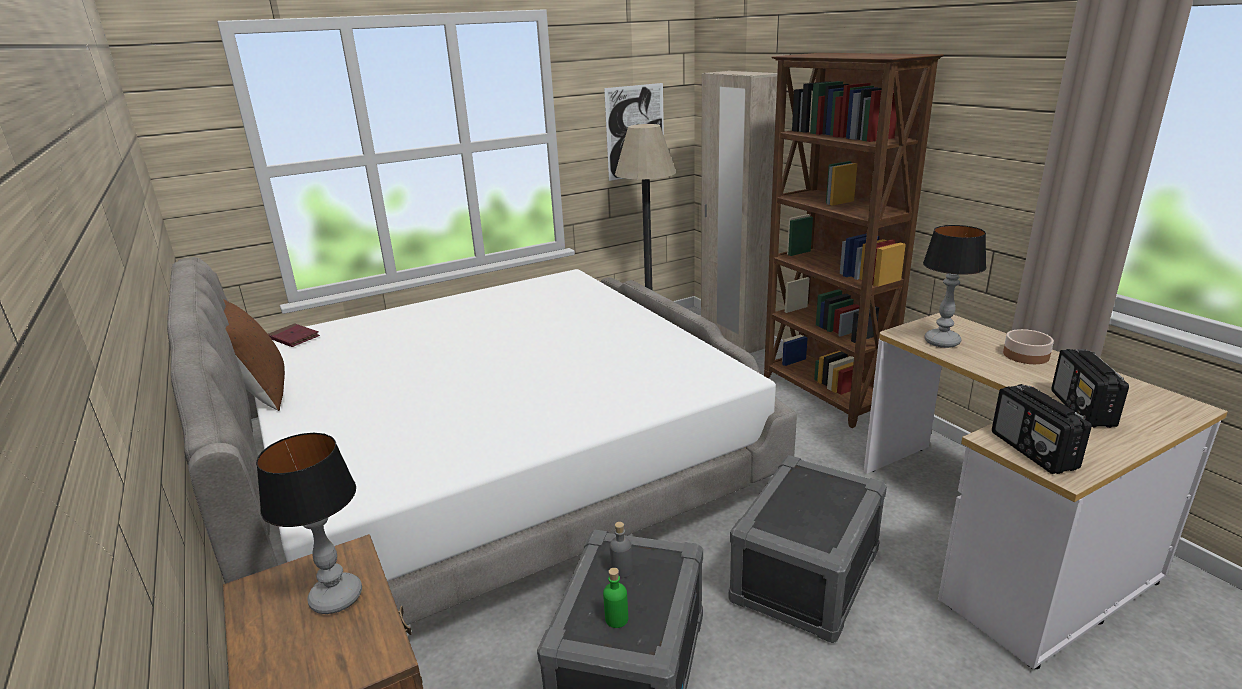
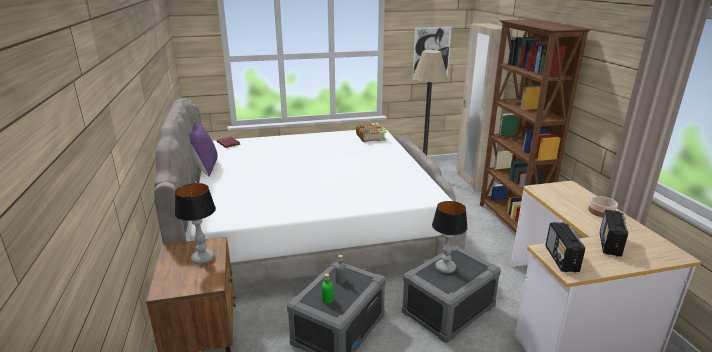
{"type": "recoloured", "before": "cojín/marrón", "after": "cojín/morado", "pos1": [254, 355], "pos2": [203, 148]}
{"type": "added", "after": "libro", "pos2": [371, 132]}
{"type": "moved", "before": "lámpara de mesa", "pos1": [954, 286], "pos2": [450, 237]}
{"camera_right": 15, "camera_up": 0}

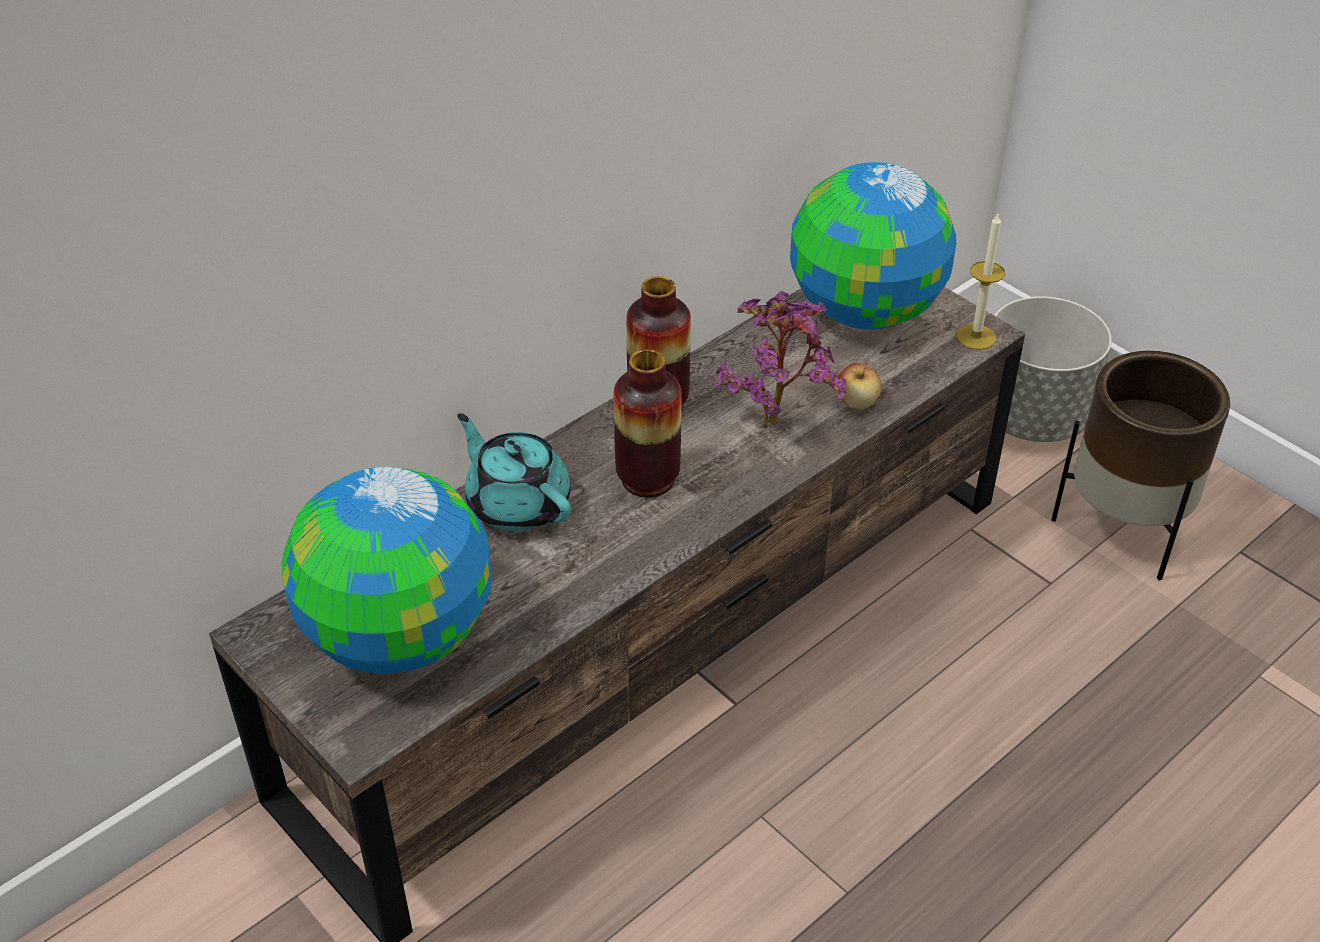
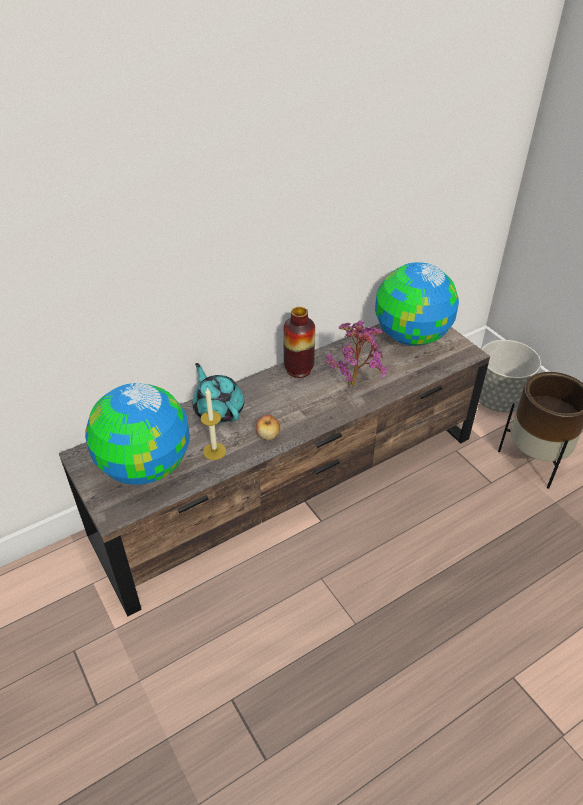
{"type": "moved", "before": "vela", "pos1": [981, 282], "pos2": [213, 423]}
{"type": "moved", "before": "manzana", "pos1": [860, 386], "pos2": [268, 427]}
{"type": "removed", "before": "florero", "pos1": [647, 423]}
{"camera_right": 10, "camera_up": 0}

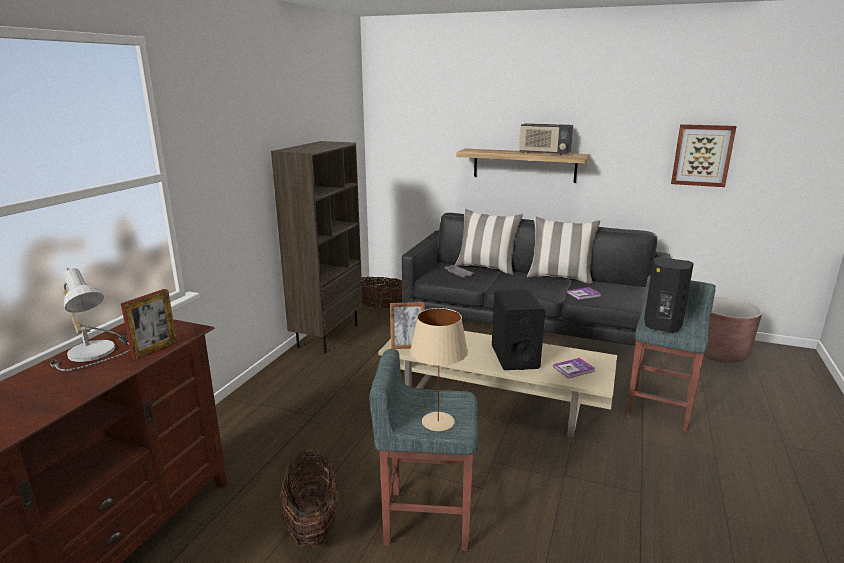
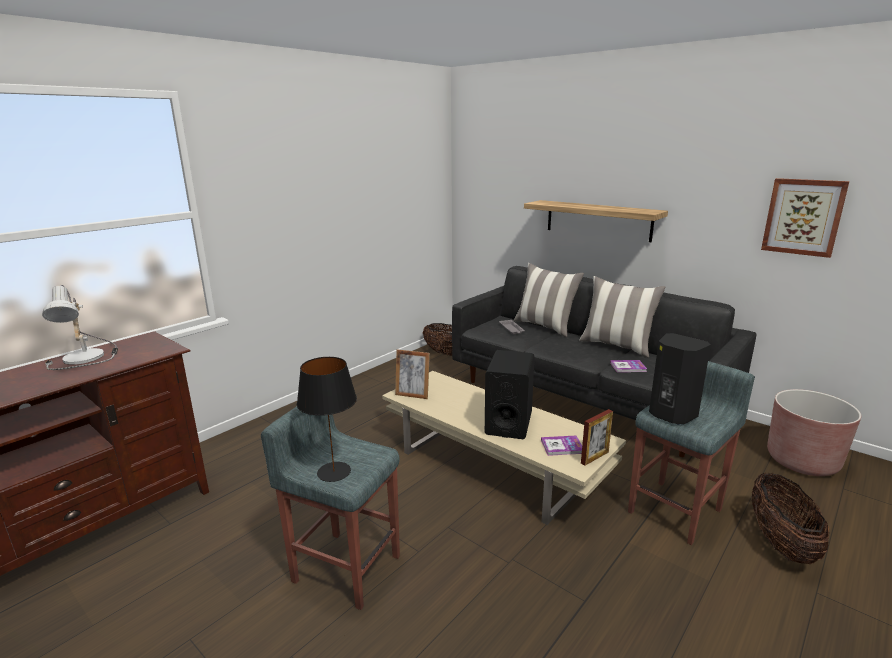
{"type": "recoloured", "before": "lámpara de mesa/beis", "after": "lámpara de mesa/negro", "pos1": [439, 369], "pos2": [327, 419]}
{"type": "moved", "before": "portarretratos", "pos1": [149, 324], "pos2": [597, 437]}
{"type": "moved", "before": "cesta", "pos1": [309, 498], "pos2": [790, 518]}
{"type": "removed", "before": "estantería/marrón", "pos1": [317, 247]}
{"type": "removed", "before": "radio", "pos1": [546, 139]}
{"camera_right": 20, "camera_up": 0}

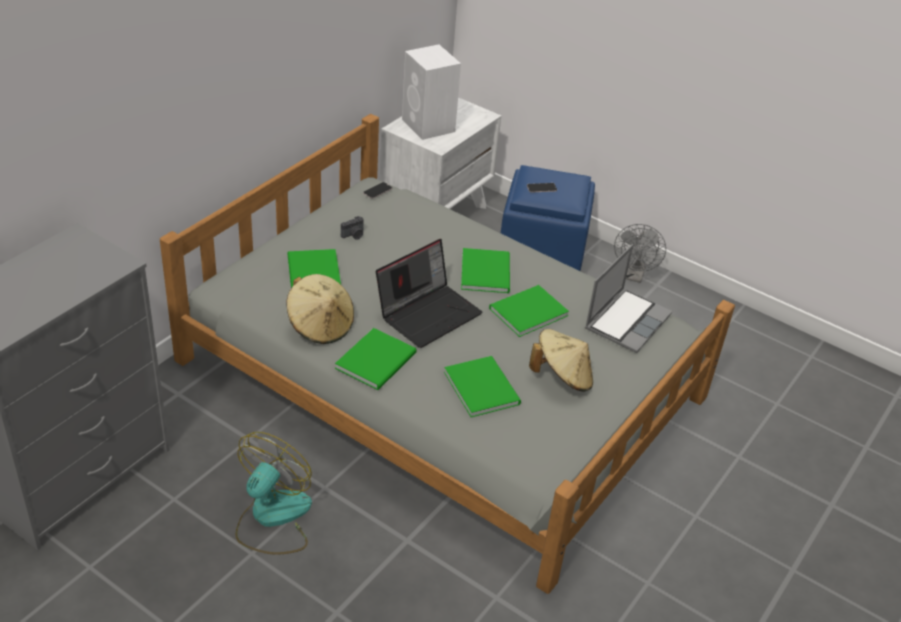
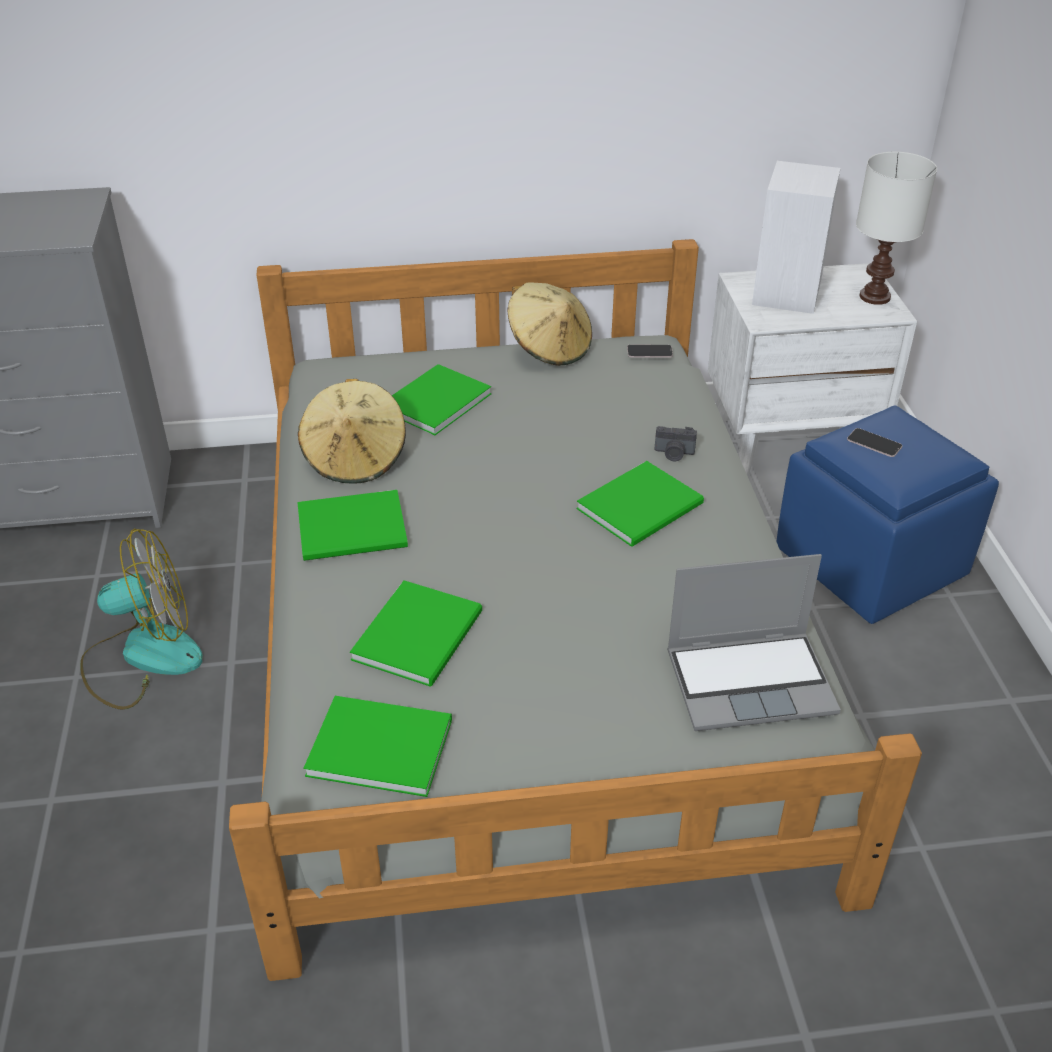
{"type": "moved", "before": "libro/verde", "pos1": [529, 311], "pos2": [378, 746]}
{"type": "moved", "before": "sombrero/beis", "pos1": [561, 360], "pos2": [550, 324]}
{"type": "moved", "before": "cámara", "pos1": [352, 228], "pos2": [676, 443]}
{"type": "added", "after": "lámpara de mesa/blanco", "pos2": [896, 228]}
{"type": "removed", "before": "portátil", "pos1": [429, 293]}
{"type": "removed", "before": "ventilador/gris", "pos1": [640, 253]}
{"camera_right": 50, "camera_up": 0}

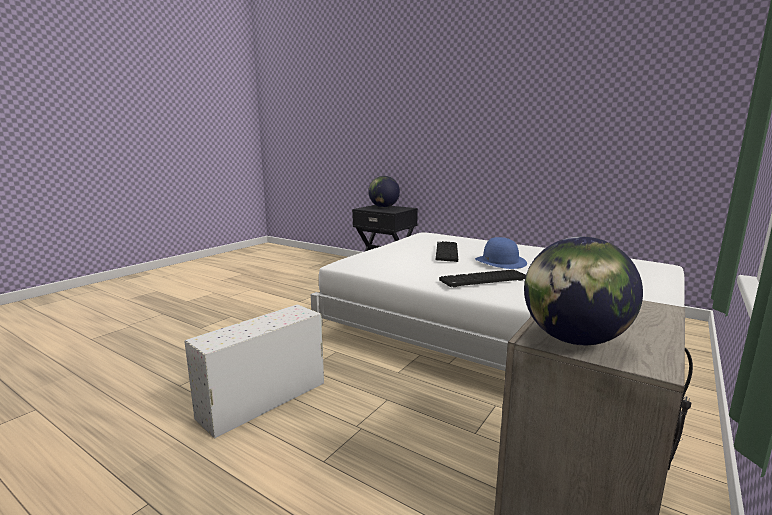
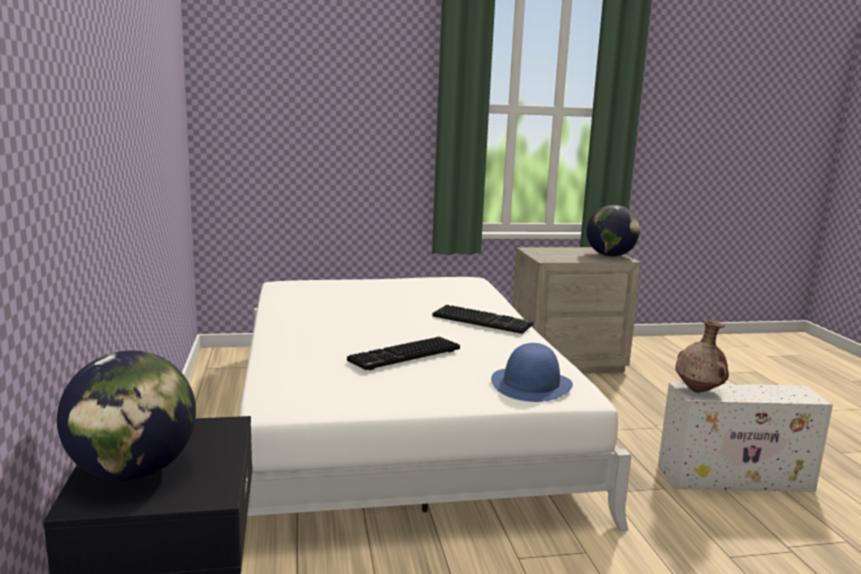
{"type": "moved", "before": "sombrero/azul", "pos1": [501, 253], "pos2": [532, 372]}
{"type": "added", "after": "florero/marrón", "pos2": [702, 356]}
{"camera_right": -135, "camera_up": 0}

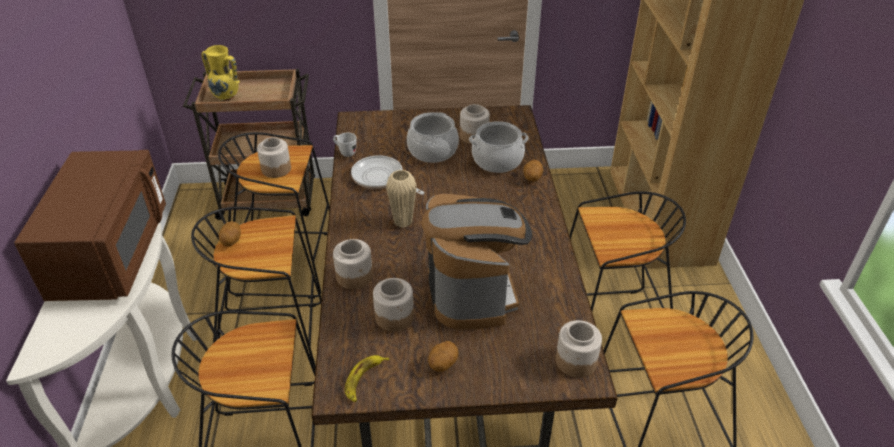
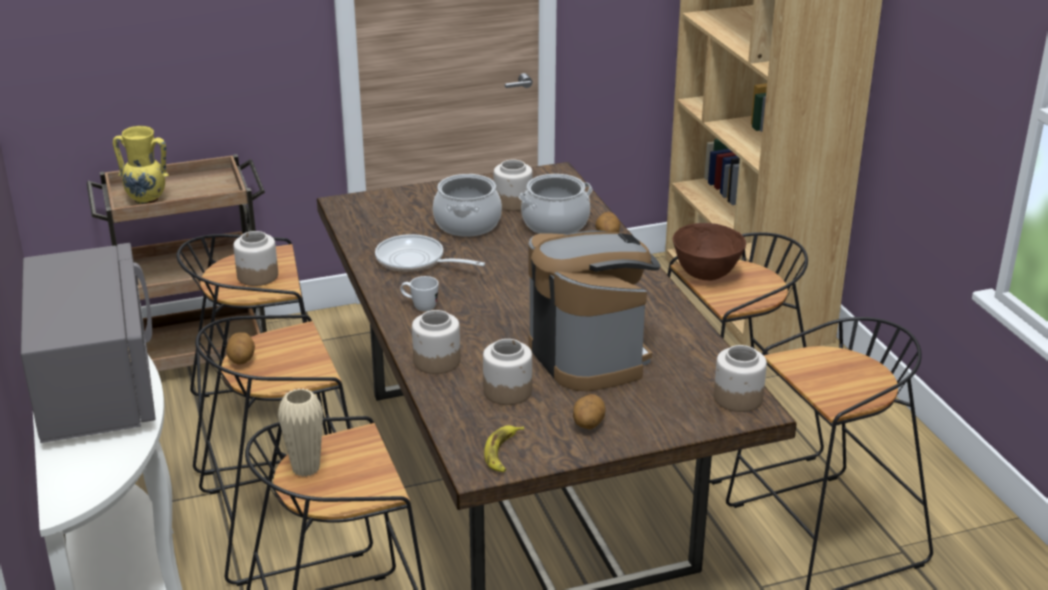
{"type": "recoloured", "before": "microondas/marrón", "after": "microondas/gris", "pos1": [90, 225], "pos2": [88, 343]}
{"type": "moved", "before": "florero/beis", "pos1": [401, 199], "pos2": [300, 432]}
{"type": "moved", "before": "taza grande/blanco", "pos1": [345, 145], "pos2": [419, 293]}
{"type": "added", "after": "cuenco/marrón", "pos2": [709, 252]}
{"camera_right": -15, "camera_up": -10}

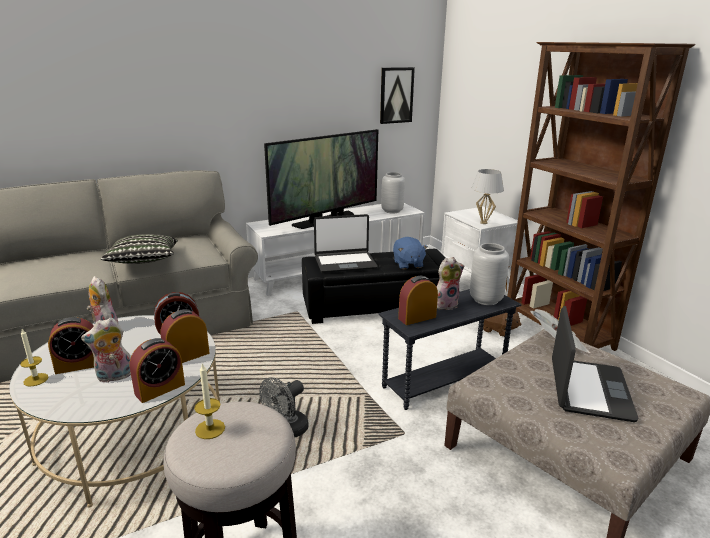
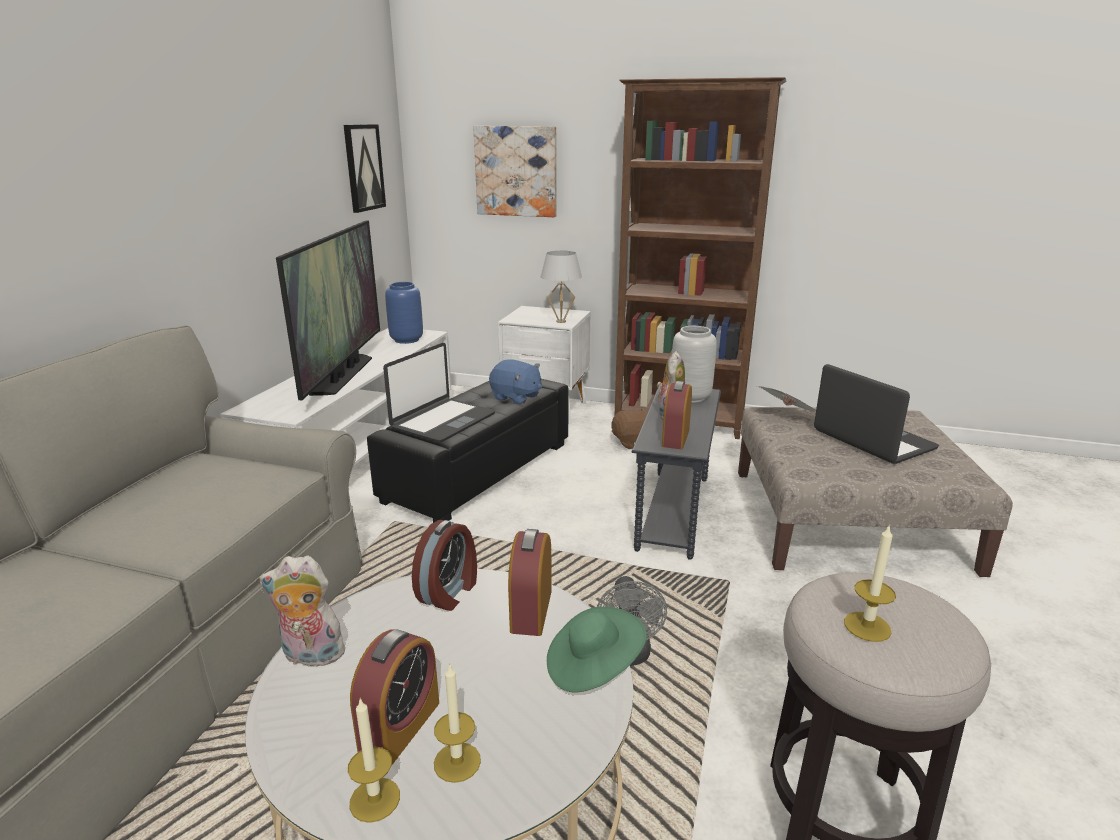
{"type": "recoloured", "before": "florero/gris", "after": "florero/azul", "pos1": [393, 193], "pos2": [404, 313]}
{"type": "added", "after": "vela", "pos2": [457, 723]}
{"type": "added", "after": "cuadro", "pos2": [515, 171]}
{"type": "replaced", "before": "despertador", "after": "sombrero/verde", "pos1": [157, 370], "pos2": [597, 650]}
{"type": "removed", "before": "peluche", "pos1": [106, 350]}
{"type": "removed", "before": "cojín", "pos1": [139, 249]}
{"camera_right": -45, "camera_up": 0}

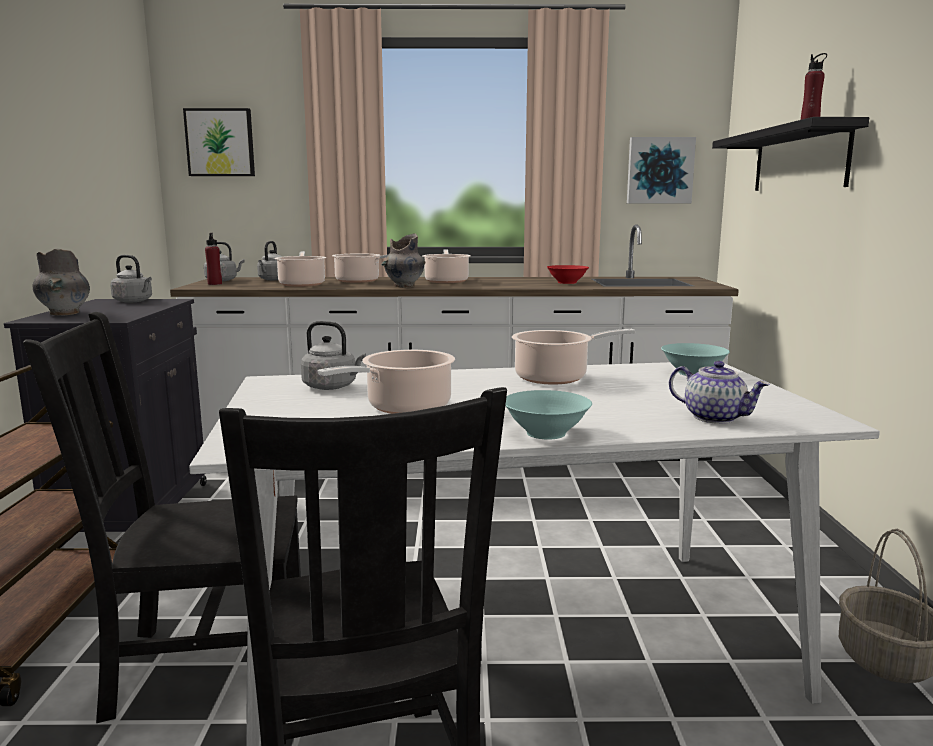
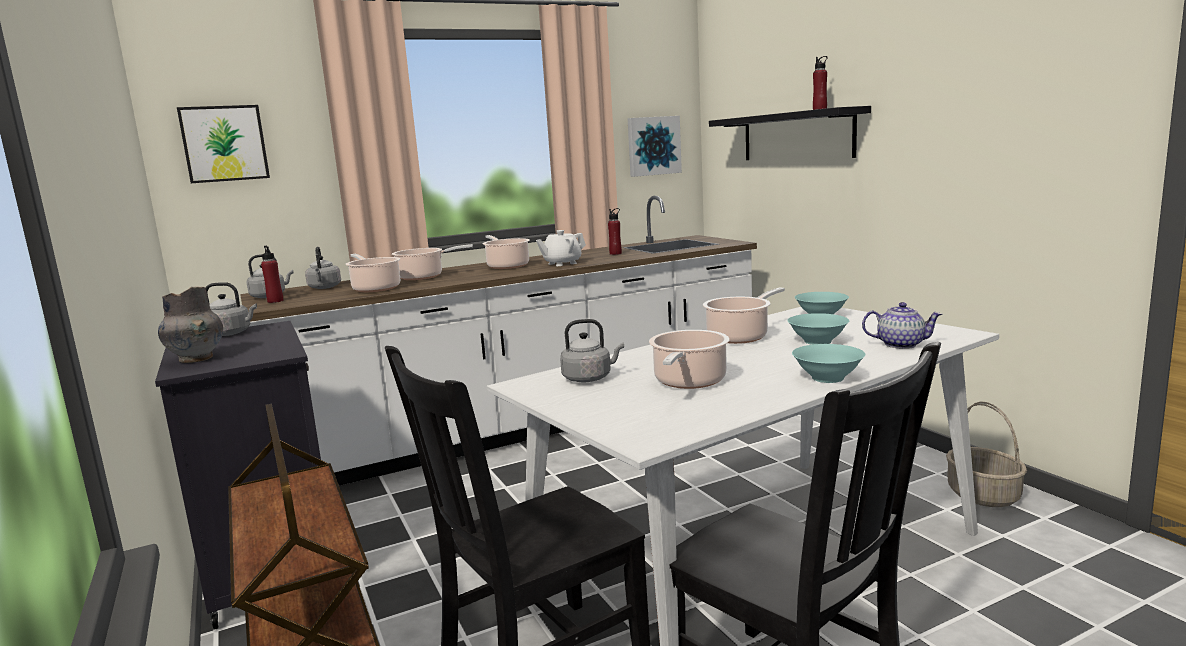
{"type": "added", "after": "tetera/blanco", "pos2": [561, 248]}
{"type": "replaced", "before": "cuenco/rojo", "after": "botella/rojo", "pos1": [568, 274], "pos2": [615, 231]}
{"type": "added", "after": "cuenco/turquesa", "pos2": [818, 329]}
{"type": "removed", "before": "florero/gris", "pos1": [403, 260]}
{"camera_right": -25, "camera_up": 0}

